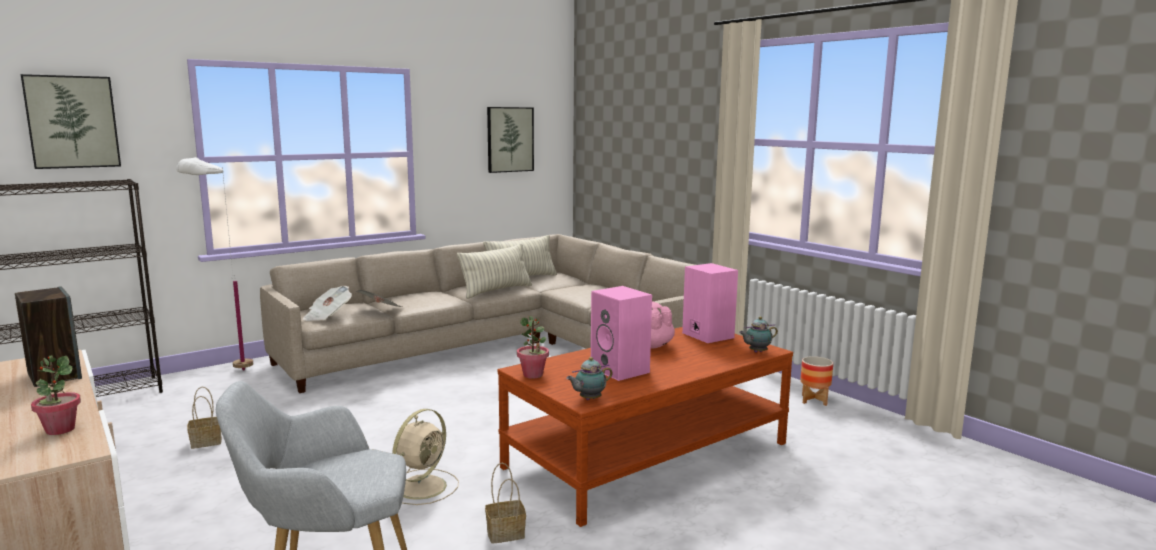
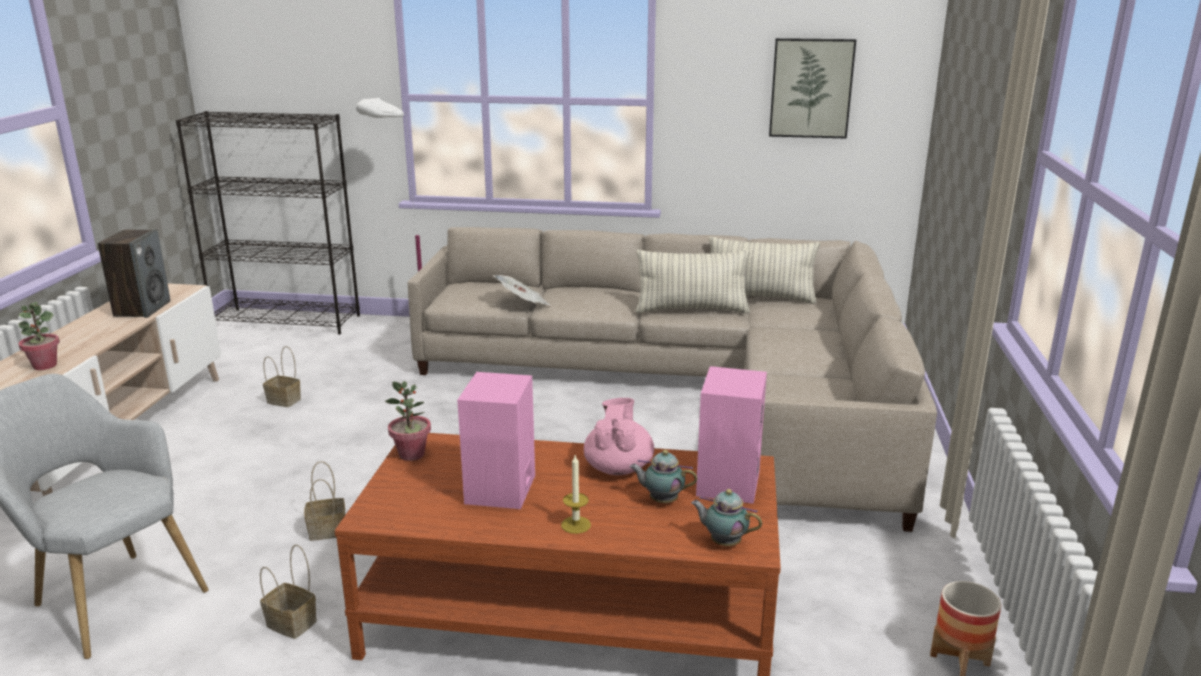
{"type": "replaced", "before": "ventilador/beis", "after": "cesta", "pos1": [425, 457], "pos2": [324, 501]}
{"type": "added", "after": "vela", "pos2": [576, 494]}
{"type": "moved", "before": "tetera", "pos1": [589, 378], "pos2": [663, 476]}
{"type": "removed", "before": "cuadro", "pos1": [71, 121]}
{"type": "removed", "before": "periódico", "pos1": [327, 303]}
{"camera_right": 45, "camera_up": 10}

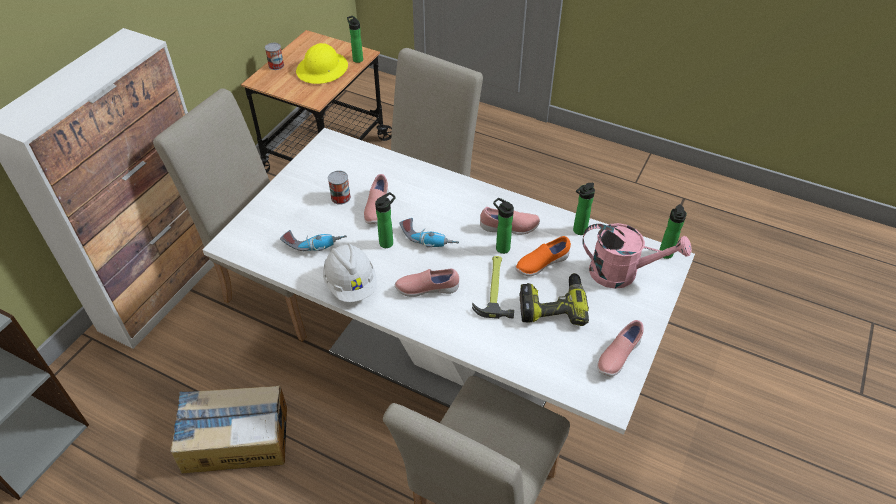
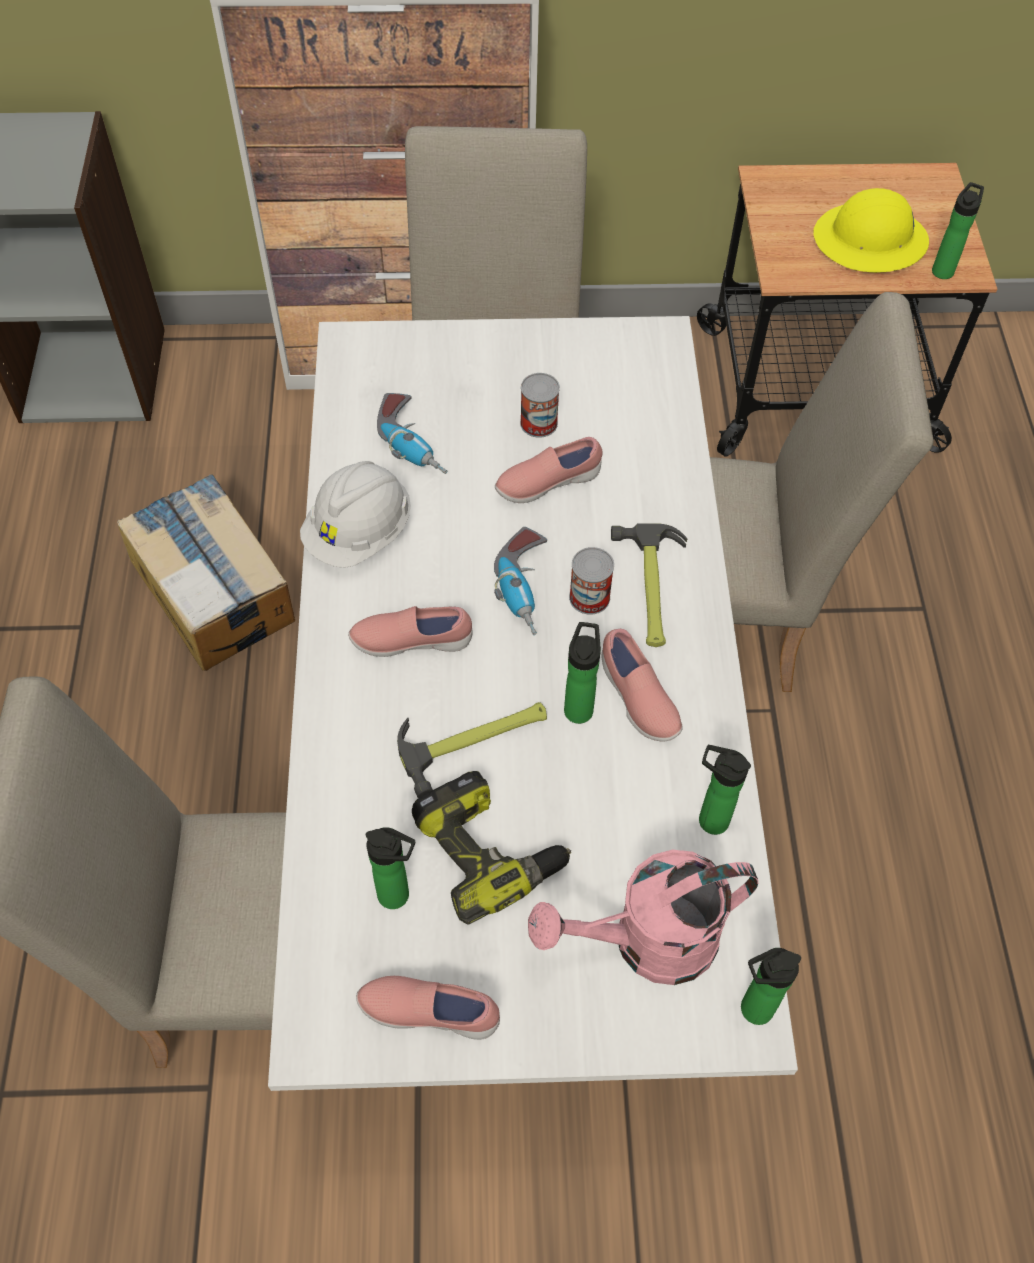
{"type": "turned", "before": "zapato/rosa", "pos1": [427, 283], "pos2": [410, 631], "turn": -60}
{"type": "moved", "before": "botella", "pos1": [385, 220], "pos2": [390, 868]}
{"type": "turned", "before": "regadera/rosa", "pos1": [637, 256], "pos2": [643, 917], "turn": 90}
{"type": "moved", "before": "lata", "pos1": [274, 56], "pos2": [591, 581]}
{"type": "added", "after": "martillo", "pos2": [649, 585]}
{"type": "removed", "before": "zapato/naranja", "pos1": [543, 256]}
{"camera_right": 60, "camera_up": 10}

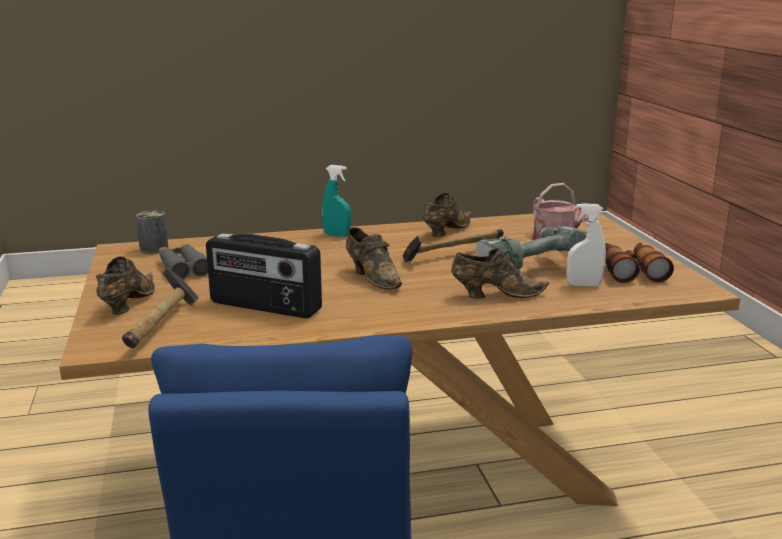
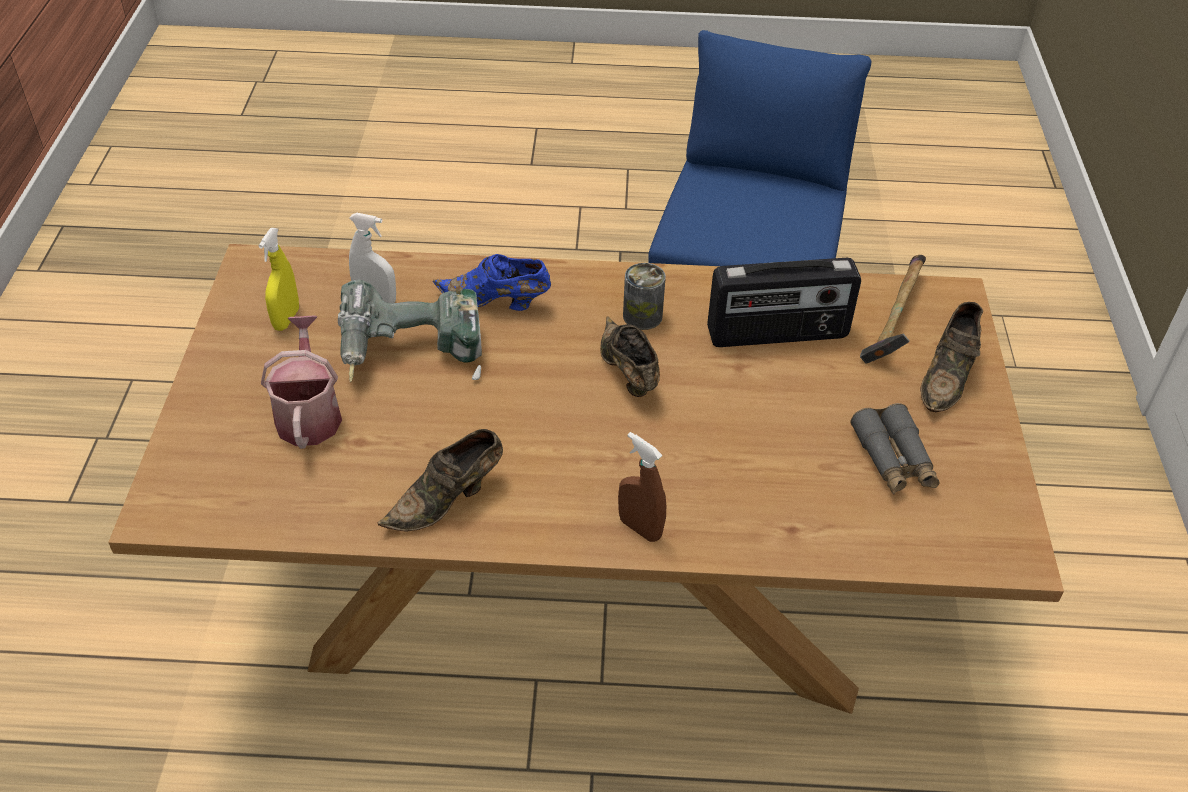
{"type": "replaced", "before": "prismáticos", "after": "pulverizador/amarillo", "pos1": [639, 263], "pos2": [279, 279]}
{"type": "recoloured", "before": "zapato/marrón", "after": "zapato/azul", "pos1": [500, 273], "pos2": [492, 282]}
{"type": "recoloured", "before": "pulverizador/turquesa", "after": "pulverizador/marrón", "pos1": [336, 201], "pos2": [642, 487]}
{"type": "moved", "before": "lata", "pos1": [152, 232], "pos2": [644, 296]}
{"type": "turned", "before": "radio", "pos1": [264, 275], "pos2": [784, 302], "turn": 135}
{"type": "removed", "before": "martillo", "pos1": [453, 245]}
{"camera_right": -165, "camera_up": 25}

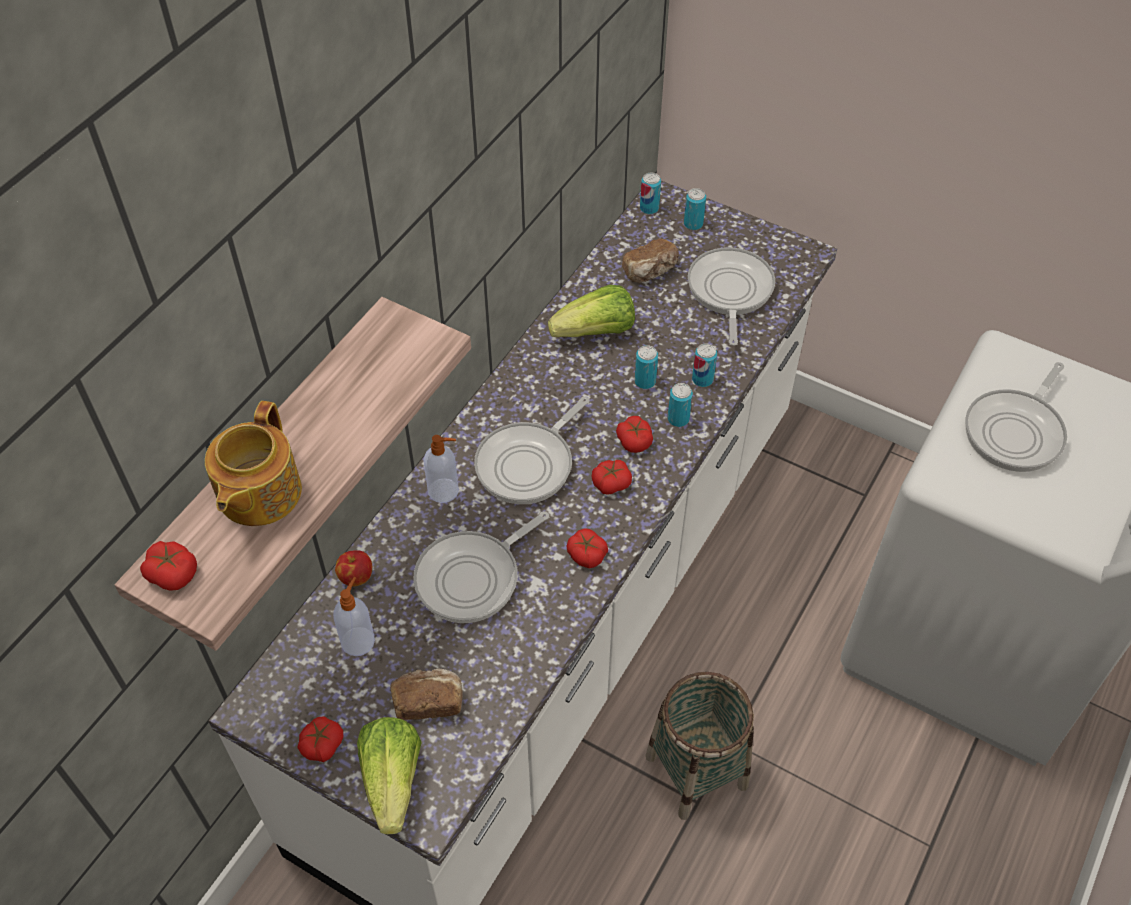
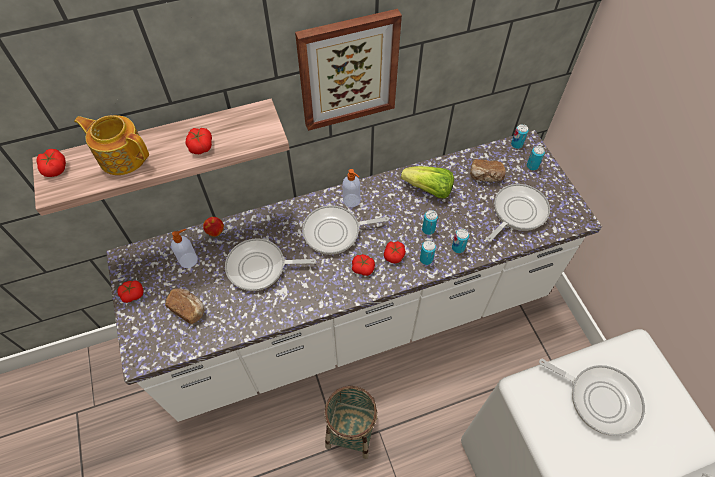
{"type": "turned", "before": "tetera", "pos1": [253, 463], "pos2": [111, 145], "turn": 60}
{"type": "moved", "before": "tomate", "pos1": [587, 548], "pos2": [199, 141]}
{"type": "added", "after": "cuadro", "pos2": [348, 70]}
{"type": "moved", "before": "dispensador de jabón", "pos1": [441, 469], "pos2": [351, 188]}
{"type": "turned", "before": "sartén", "pos1": [1016, 417], "pos2": [592, 397], "turn": -135}
{"type": "removed", "before": "lechuga", "pos1": [389, 776]}
{"camera_right": 40, "camera_up": 5}

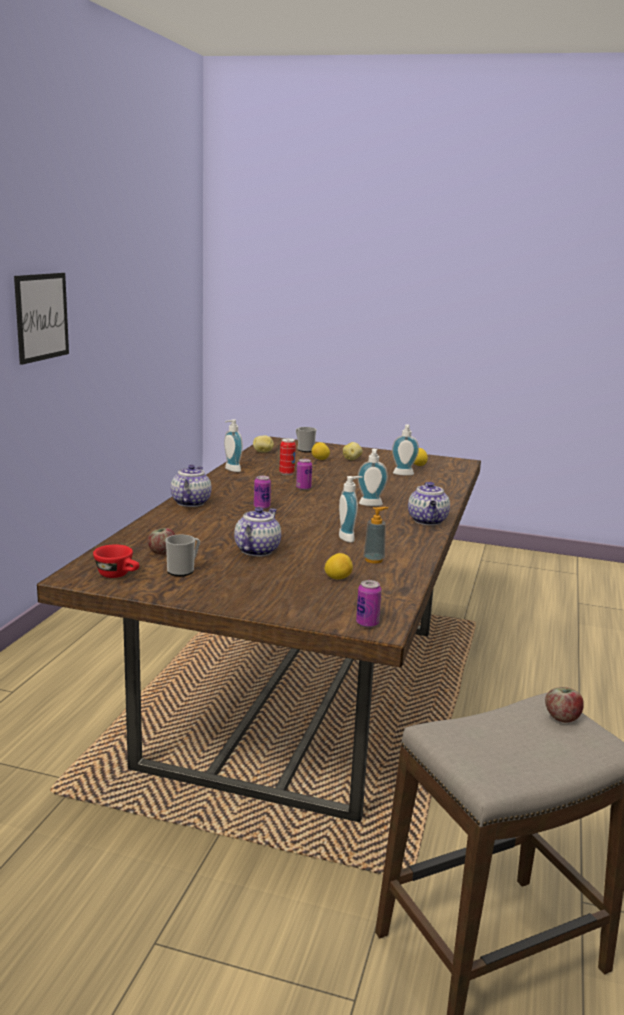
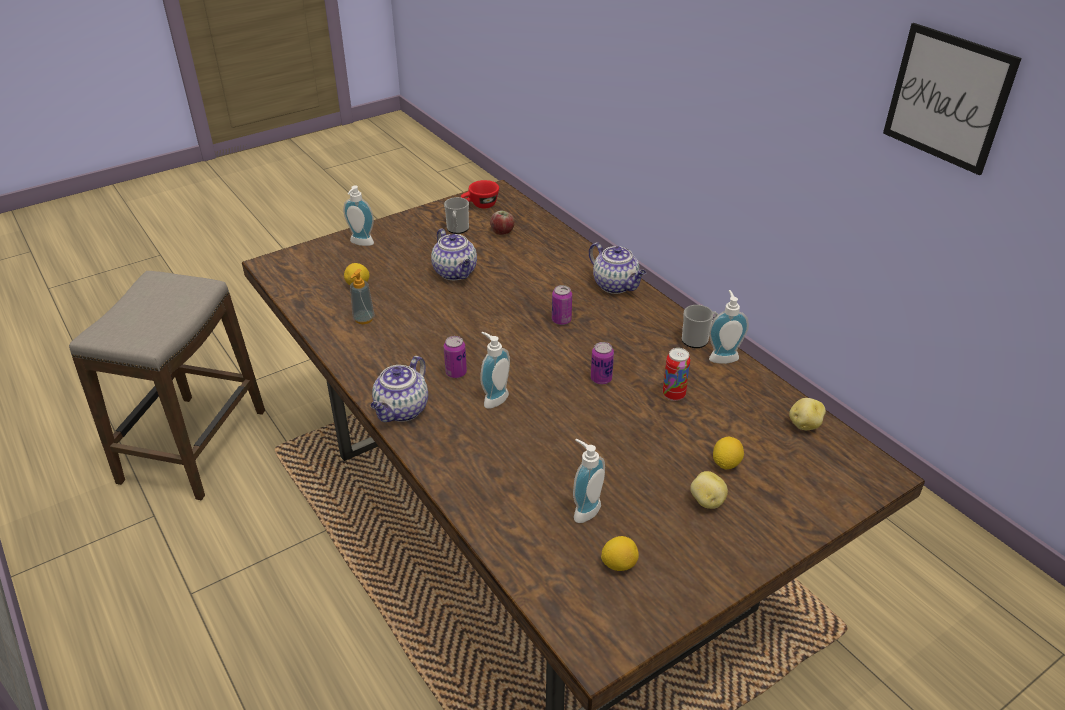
{"type": "moved", "before": "dispensador de jabón", "pos1": [351, 509], "pos2": [358, 216]}
{"type": "turned", "before": "tetera", "pos1": [429, 503], "pos2": [399, 389], "turn": -105}
{"type": "moved", "before": "lata", "pos1": [369, 604], "pos2": [455, 357]}
{"type": "moved", "before": "taza grande", "pos1": [306, 439], "pos2": [700, 326]}
{"type": "removed", "before": "manzana", "pos1": [564, 705]}
{"camera_right": 130, "camera_up": 20}

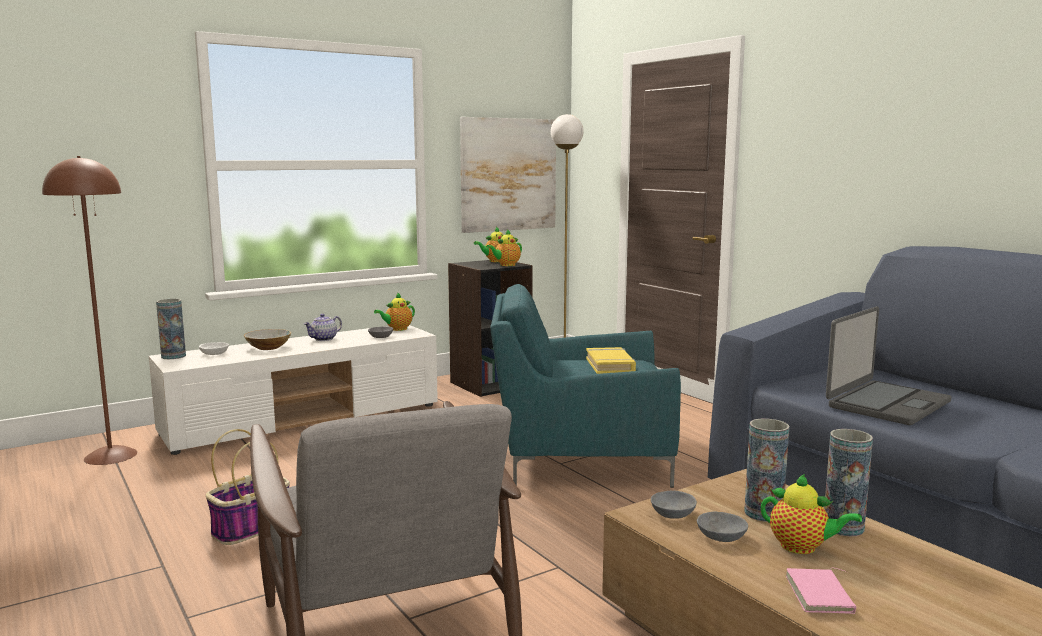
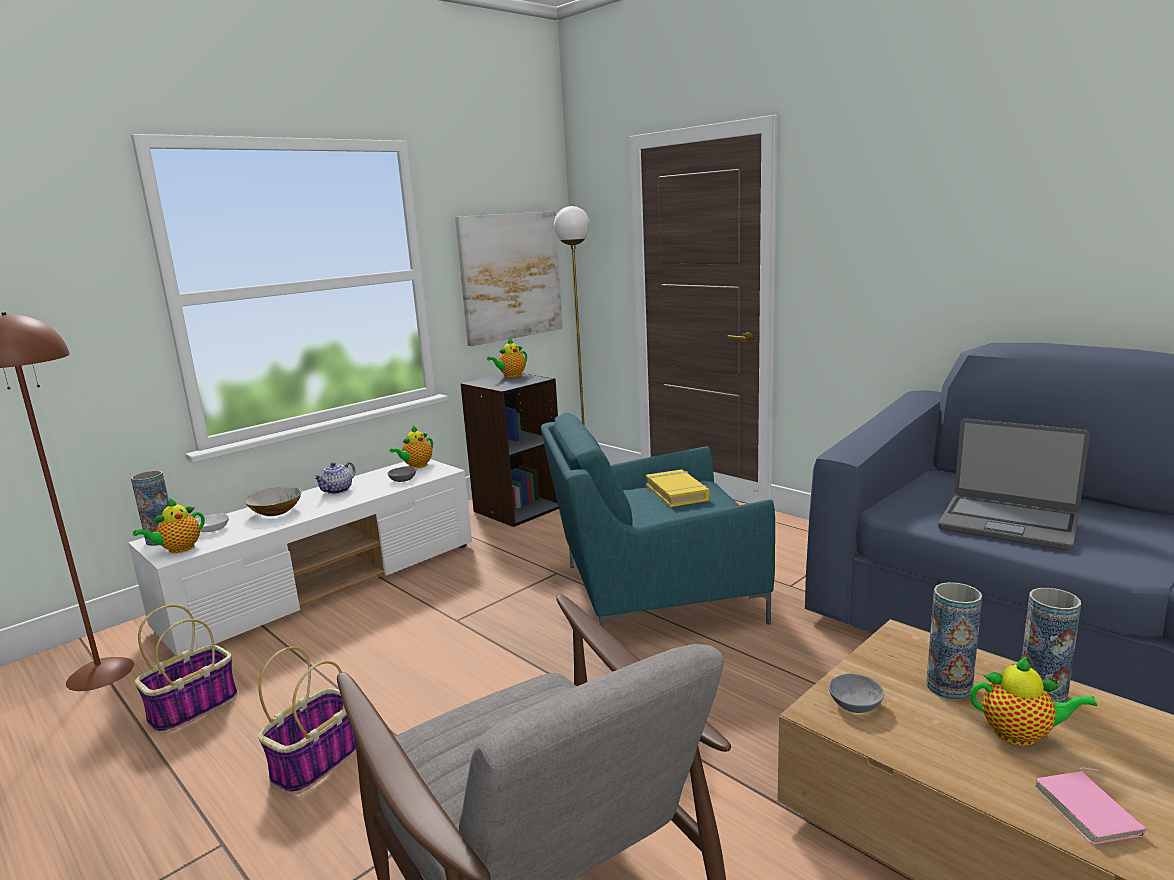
{"type": "moved", "before": "tetera", "pos1": [504, 247], "pos2": [169, 525]}
{"type": "added", "after": "cesta", "pos2": [186, 669]}
{"type": "turned", "before": "portátil", "pos1": [889, 365], "pos2": [1014, 484], "turn": 90}
{"type": "removed", "before": "cuenco/gris", "pos1": [722, 527]}
{"camera_right": -10, "camera_up": 5}

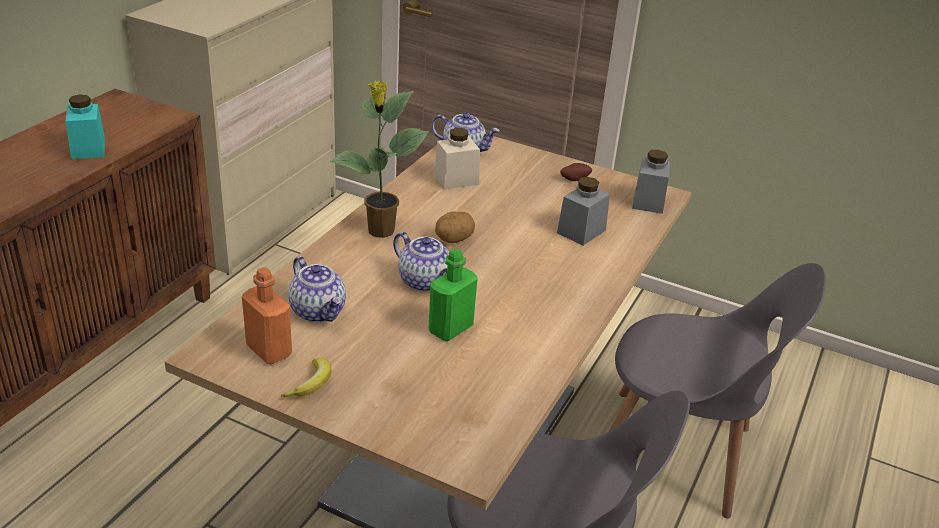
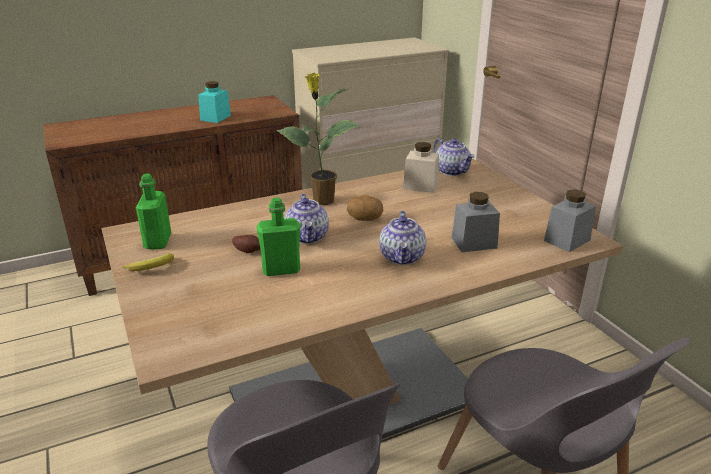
{"type": "recoloured", "before": "botella/naranja", "after": "botella/verde", "pos1": [267, 315], "pos2": [153, 211]}
{"type": "moved", "before": "patata", "pos1": [576, 172], "pos2": [246, 244]}
{"type": "moved", "before": "tetera", "pos1": [317, 289], "pos2": [402, 238]}
{"camera_right": 40, "camera_up": -5}

